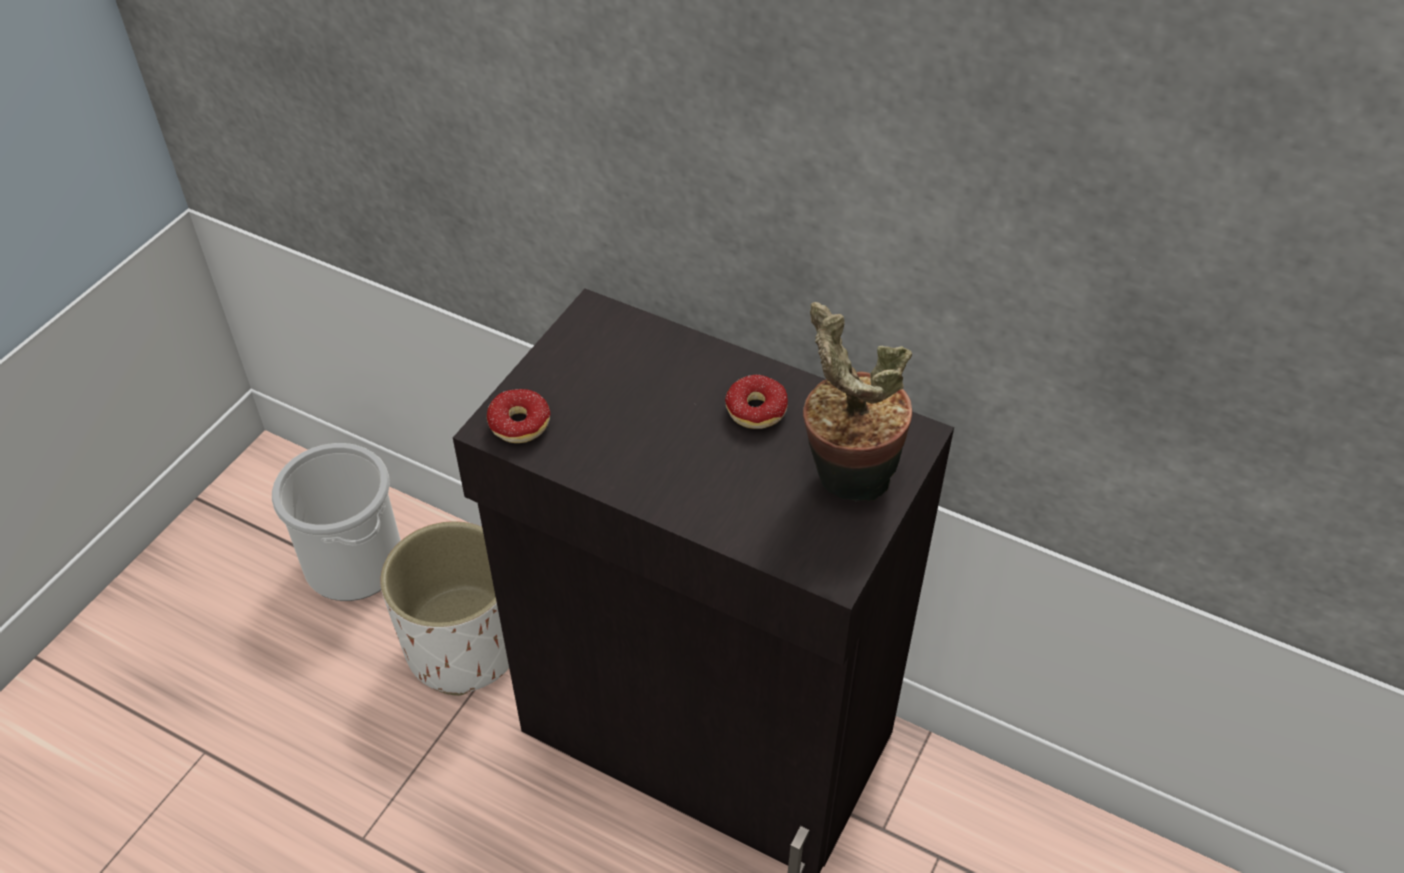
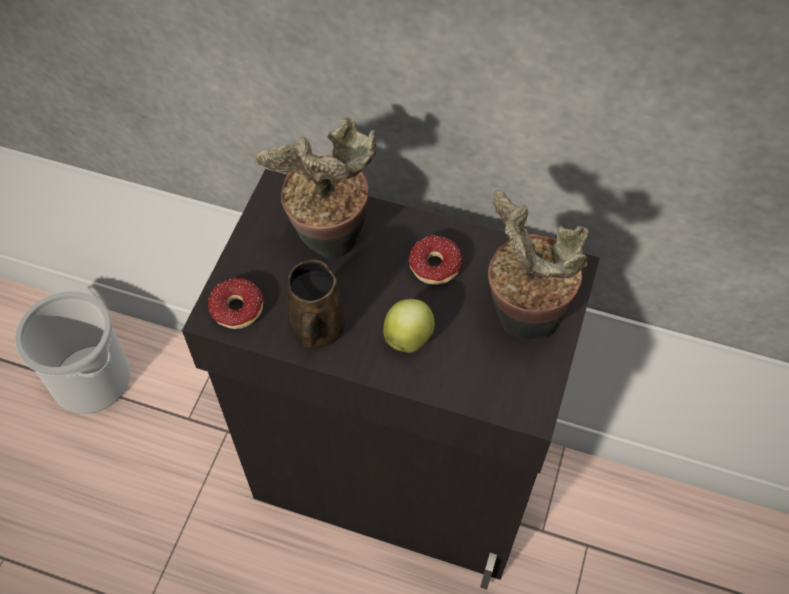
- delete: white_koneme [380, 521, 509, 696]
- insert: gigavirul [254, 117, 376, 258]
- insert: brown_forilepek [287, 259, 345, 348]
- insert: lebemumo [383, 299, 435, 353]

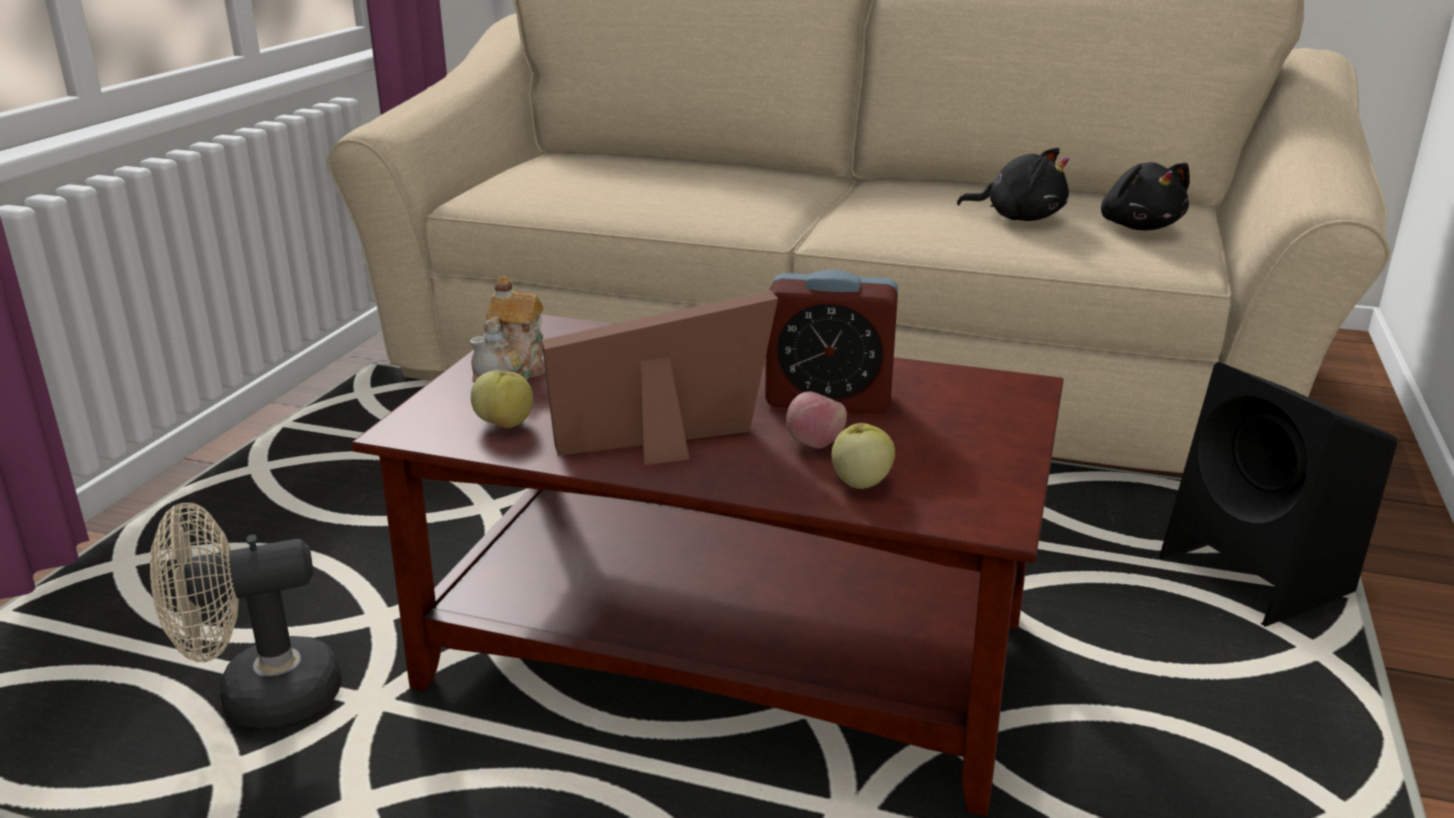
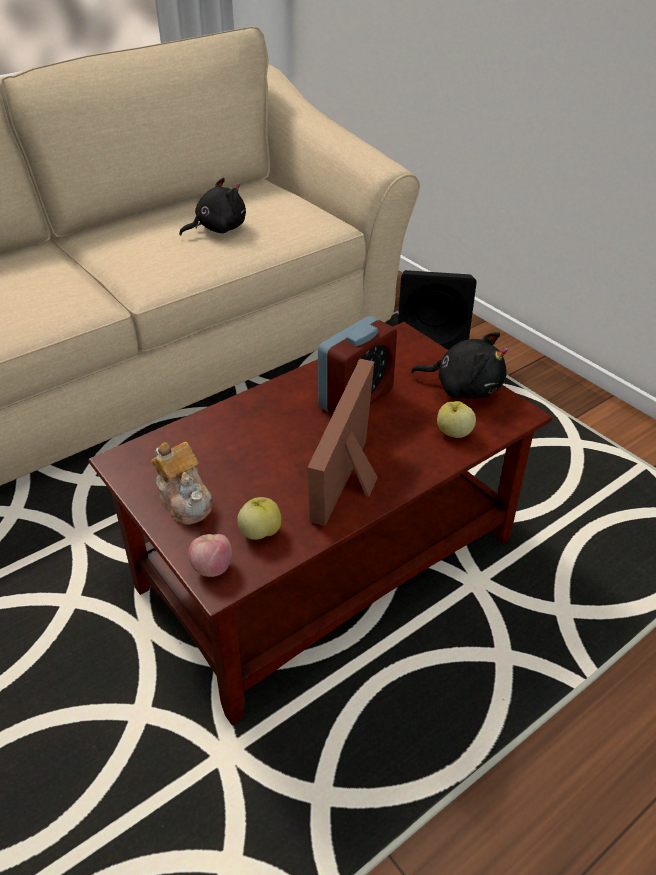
- move: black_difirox [1101, 162, 1190, 230] to [411, 332, 508, 399]
- move: lebemumo [786, 391, 847, 449] to [188, 534, 232, 577]
- delete: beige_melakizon [150, 503, 341, 728]

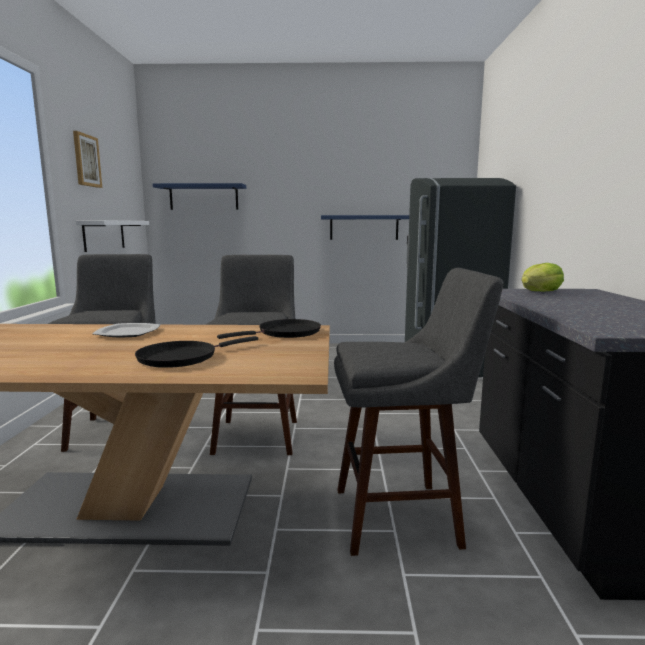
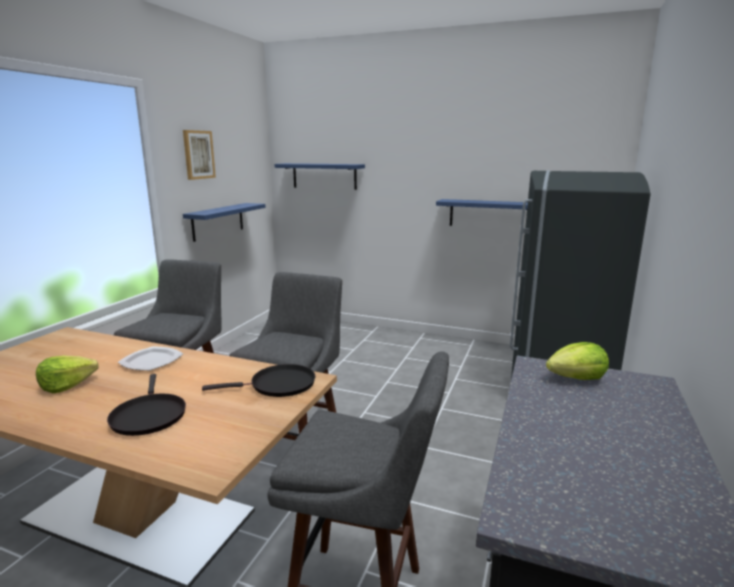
- recolor: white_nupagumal [75, 220, 149, 252] to blue_nupagumal [183, 203, 266, 242]
- rotate: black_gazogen [135, 336, 258, 368] = [107, 374, 186, 436] 90 degrees counterclockwise
- insert: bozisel [36, 356, 99, 393]

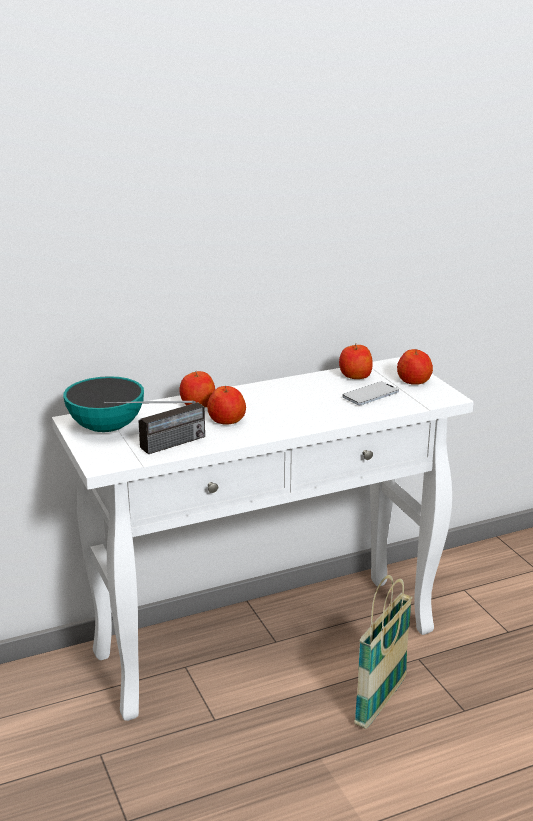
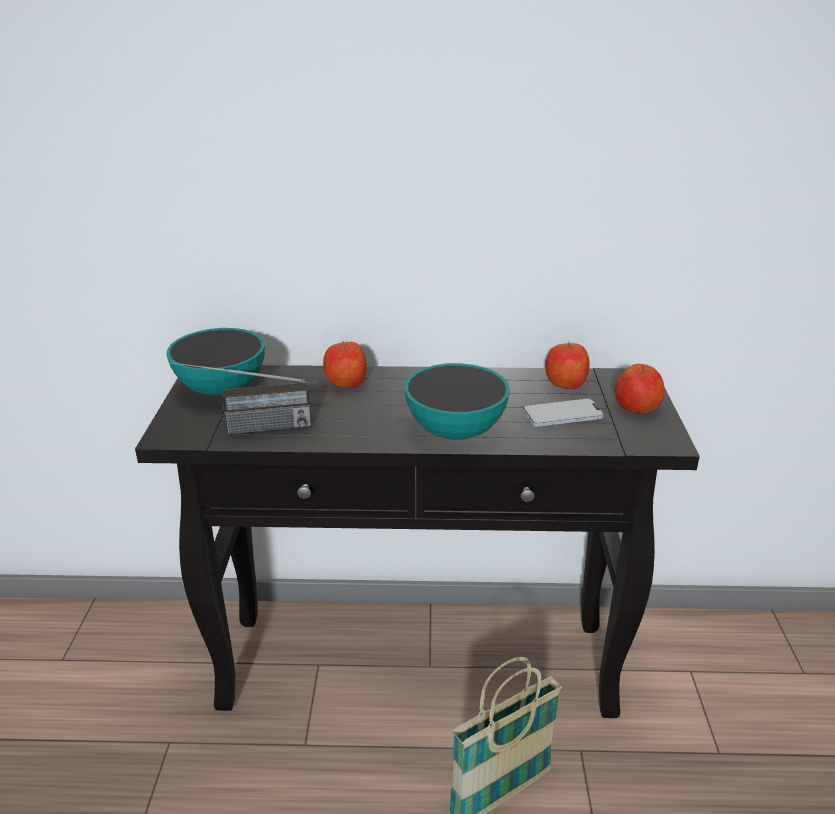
- recolor: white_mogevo [52, 357, 474, 721] to black_mogevo [135, 365, 700, 718]
- delete: lebemumo [207, 386, 246, 425]
- insert: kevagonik [405, 363, 510, 440]

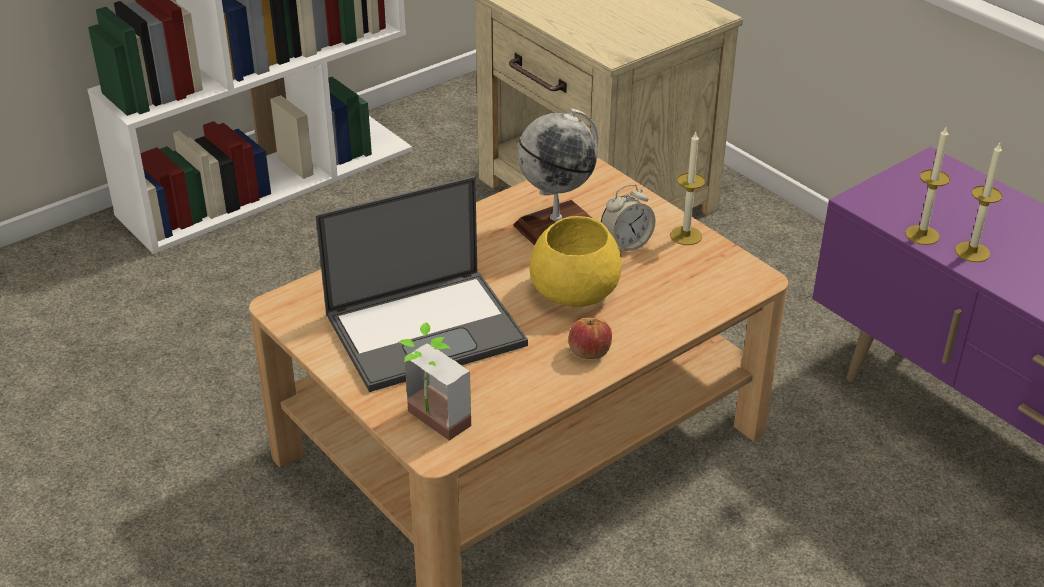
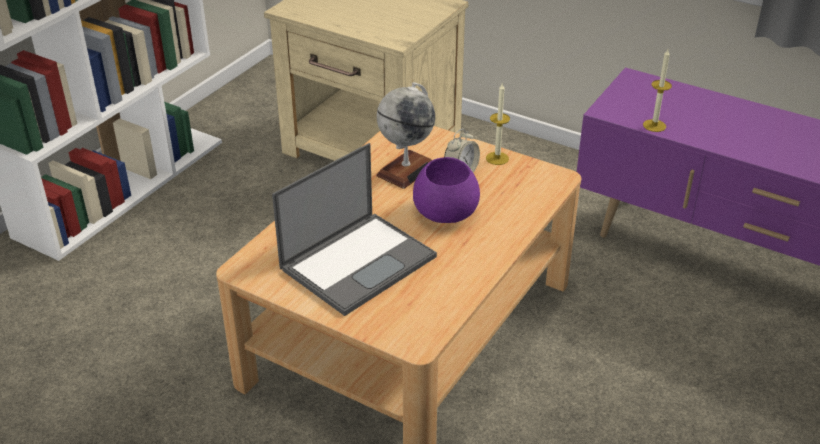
- delete: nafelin [955, 143, 1003, 262]
- recolor: yellow_kevagonik [530, 216, 622, 307] to purple_kevagonik [413, 157, 480, 223]
- delete: lebemumo [568, 318, 612, 359]
- delete: gigavirul [398, 323, 471, 441]

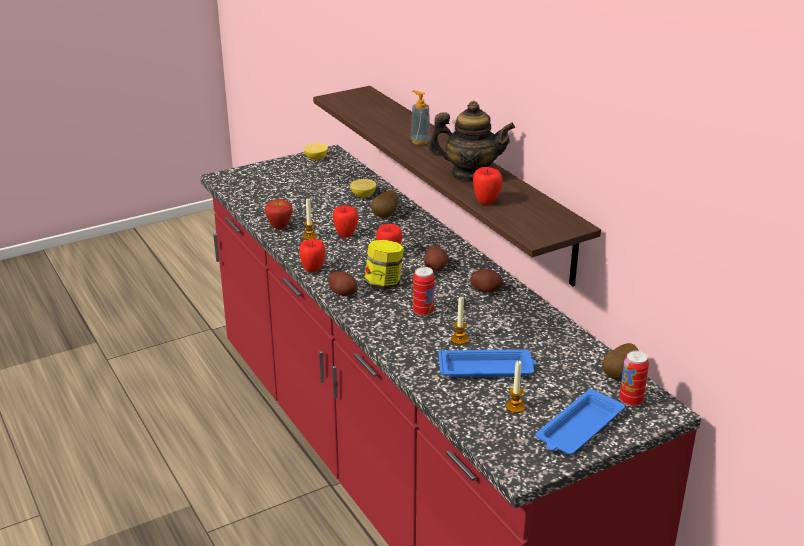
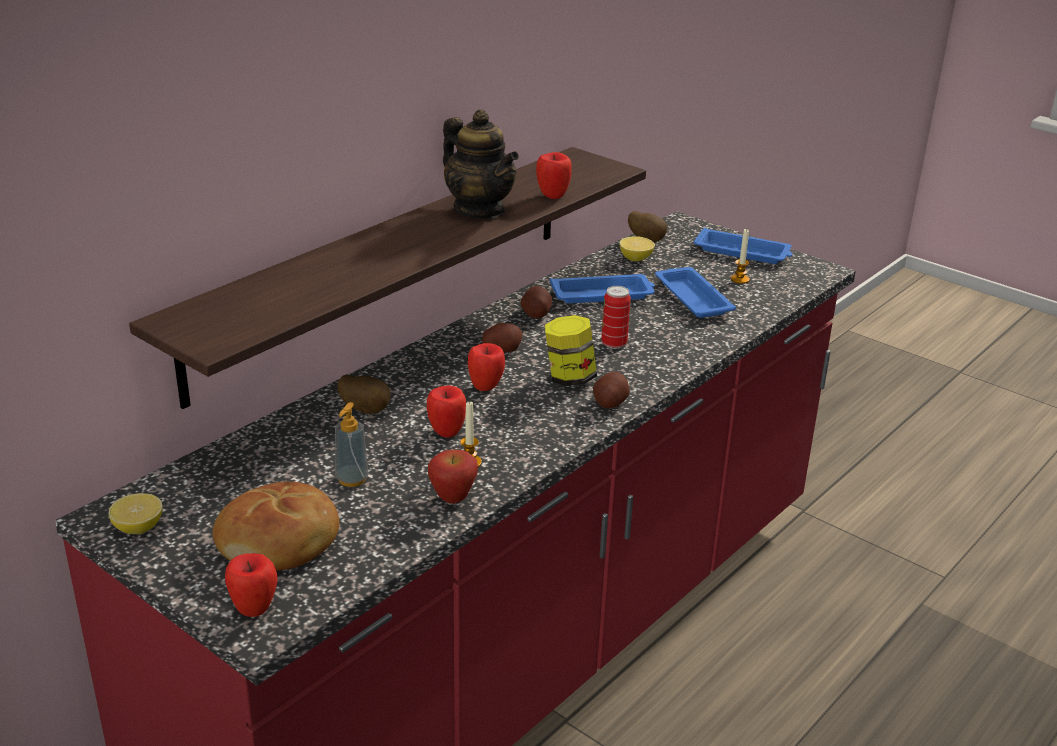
- move: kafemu [411, 90, 430, 145] to [335, 402, 369, 487]
- rotate: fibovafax [428, 101, 515, 180] = [443, 110, 519, 219] 150 degrees clockwise
- move: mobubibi [350, 179, 376, 197] to [620, 236, 655, 261]
- move: lebemumo [299, 239, 325, 272] to [225, 553, 278, 617]
- delete: nafelin [451, 297, 468, 345]
- delete: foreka [619, 350, 649, 406]
- insert: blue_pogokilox [550, 274, 655, 303]
- insert: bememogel [212, 482, 339, 571]

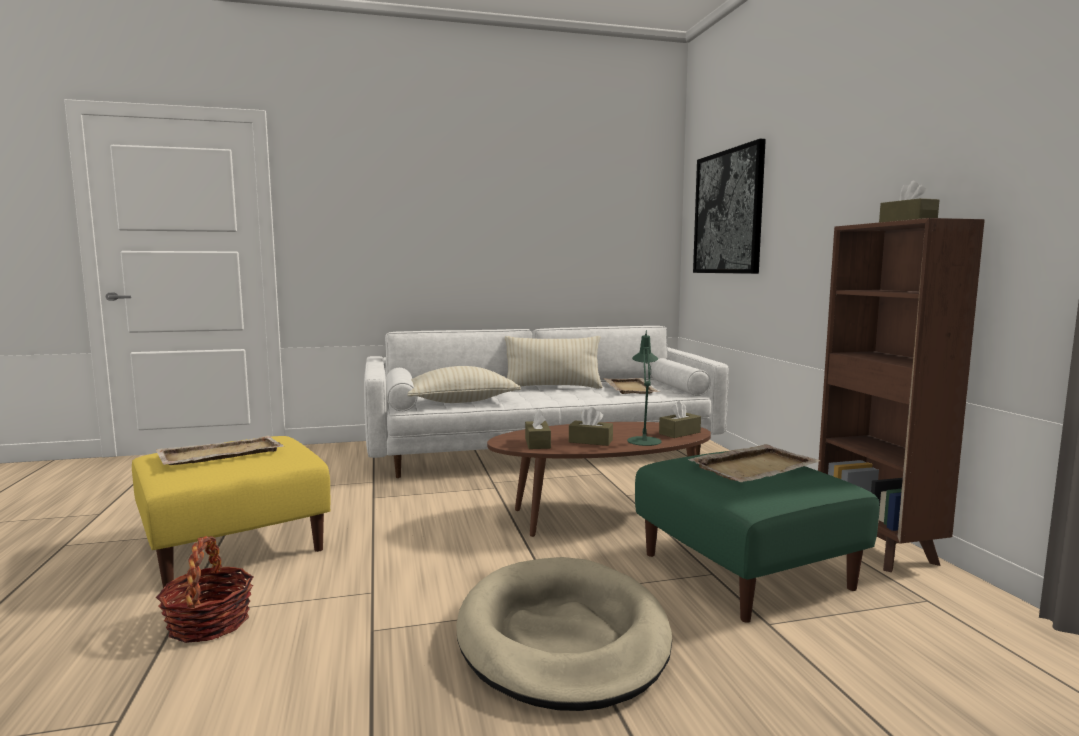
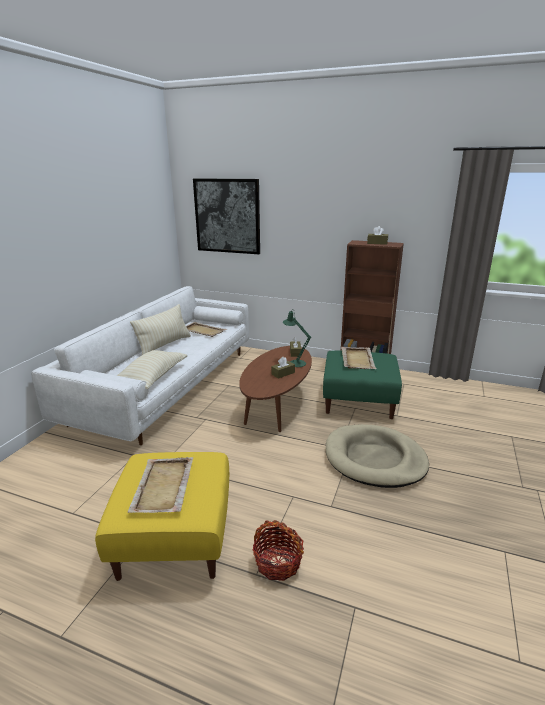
- delete: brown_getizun [525, 409, 551, 449]

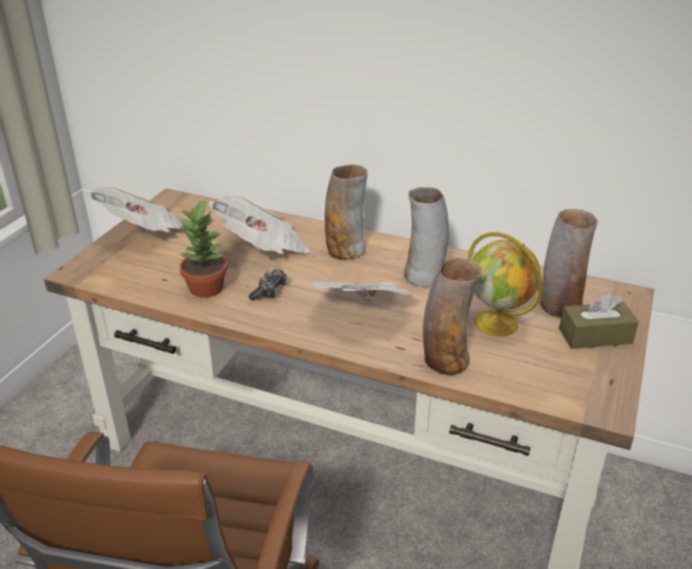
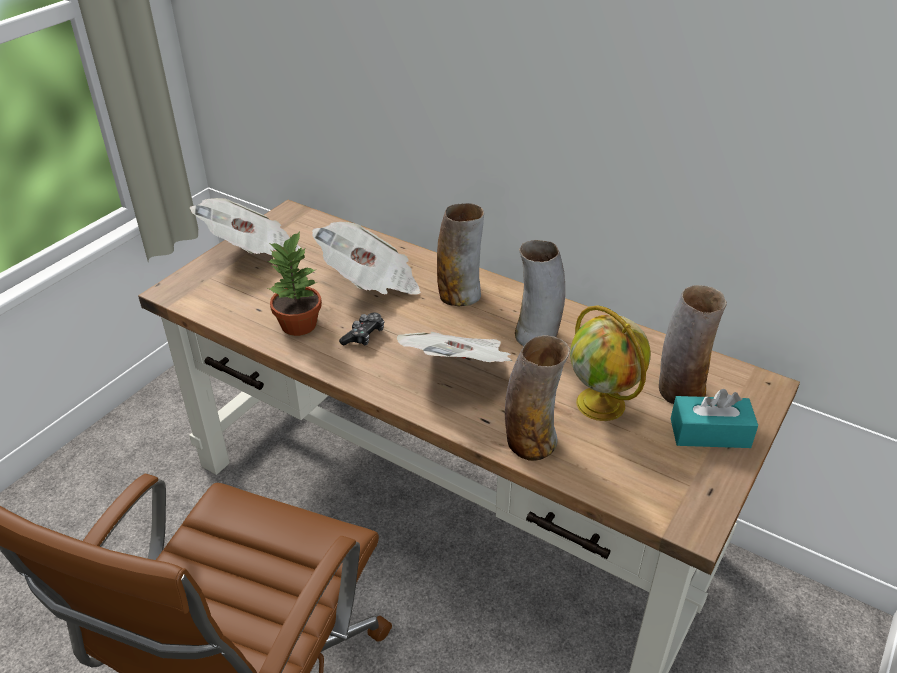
- recolor: brown_getizun [559, 292, 639, 349] to turquoise_getizun [671, 389, 758, 448]

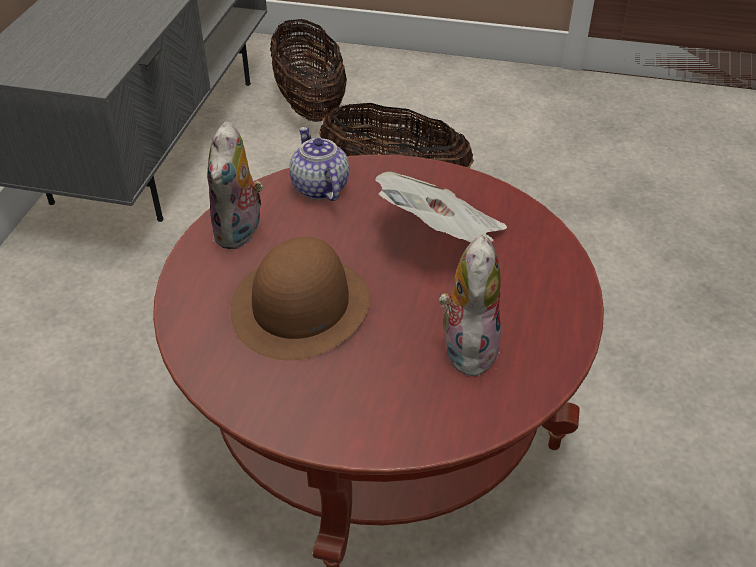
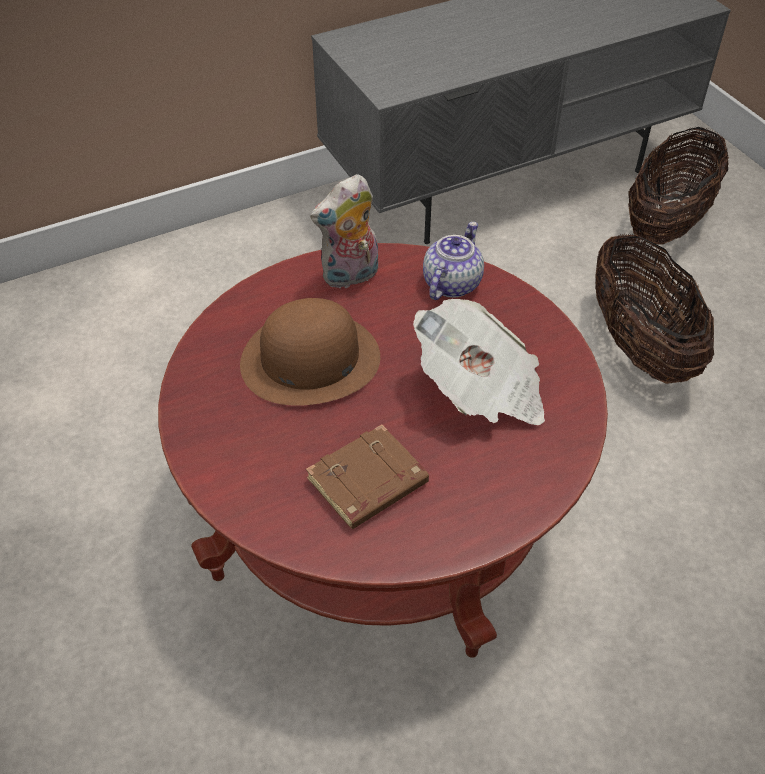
- replace: difirox [439, 234, 501, 380] to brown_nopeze [306, 425, 429, 529]

